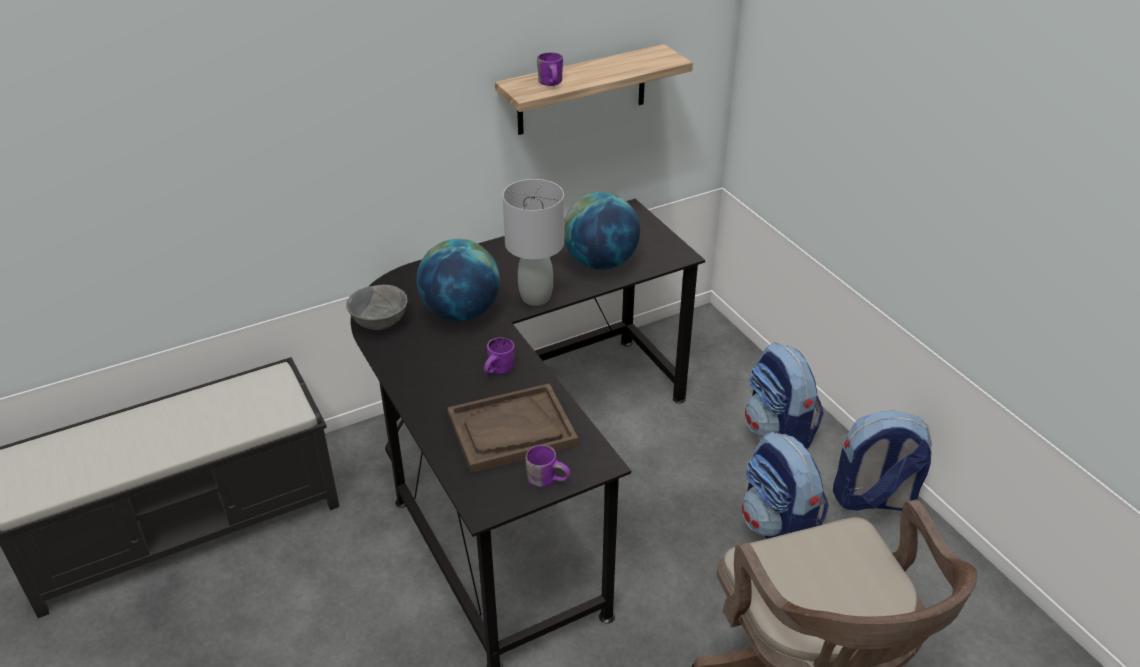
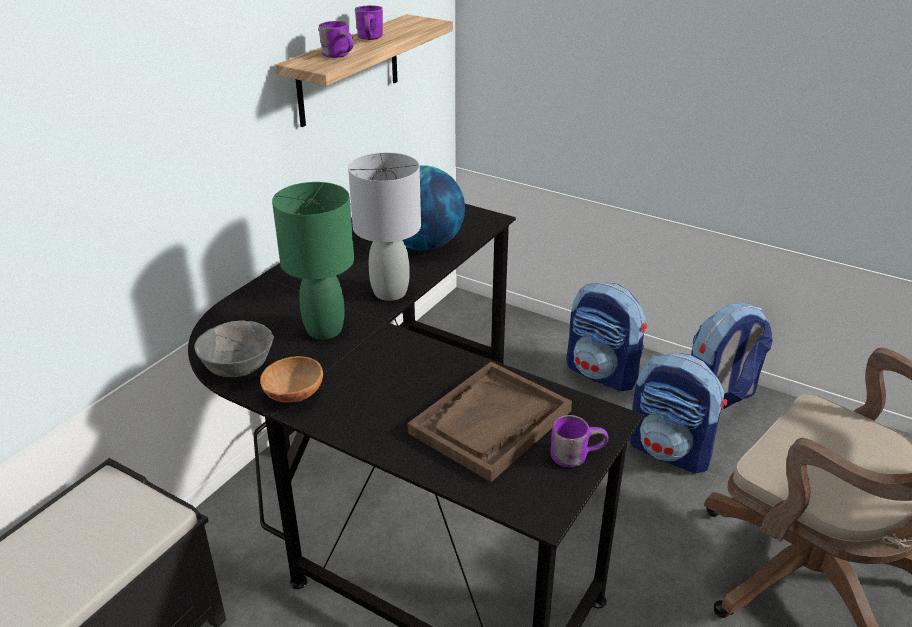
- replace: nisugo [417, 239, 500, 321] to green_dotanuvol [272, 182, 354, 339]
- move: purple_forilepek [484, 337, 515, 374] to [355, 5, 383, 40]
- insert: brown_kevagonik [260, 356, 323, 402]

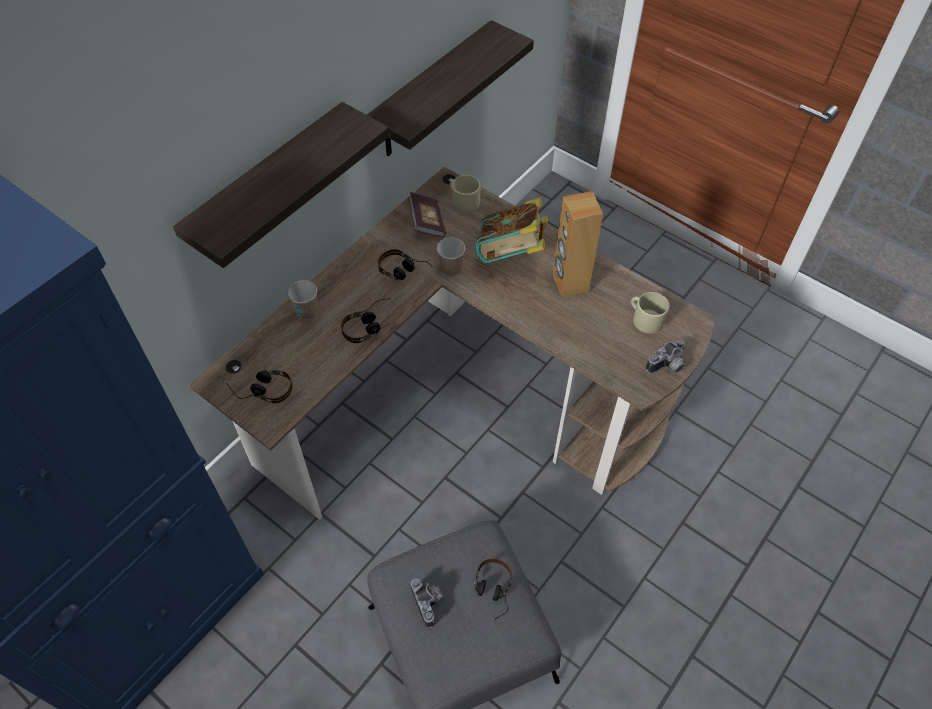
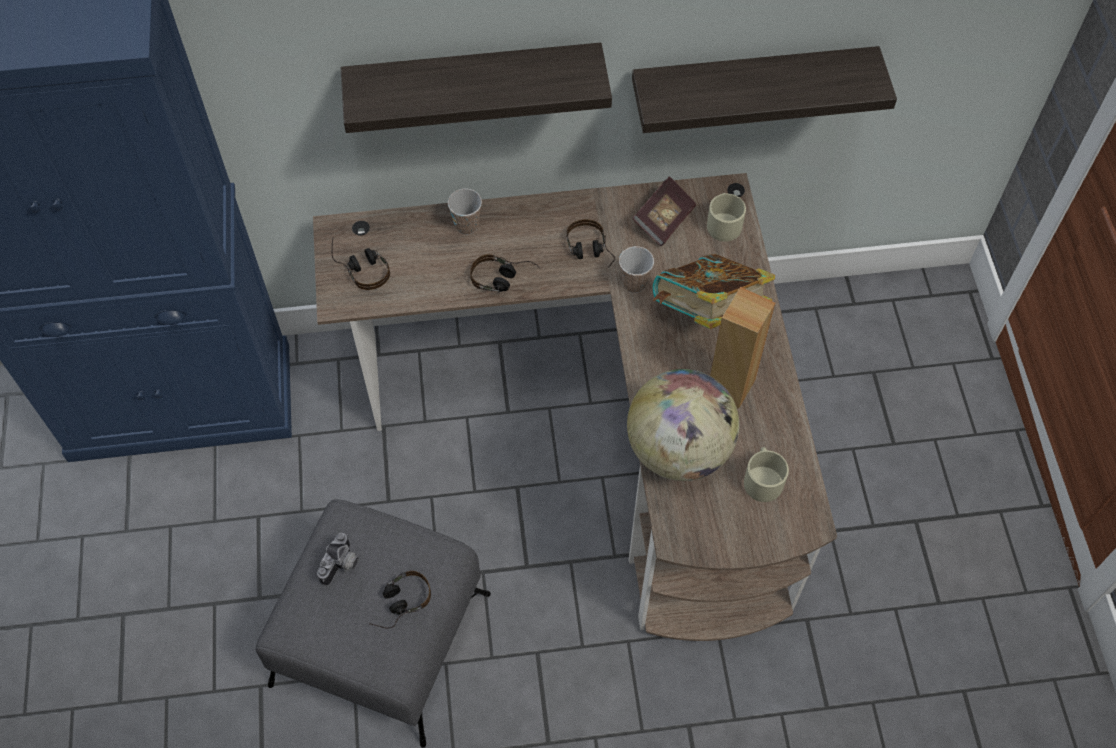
- delete: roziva [646, 340, 686, 374]
- insert: nisugo [627, 369, 739, 481]

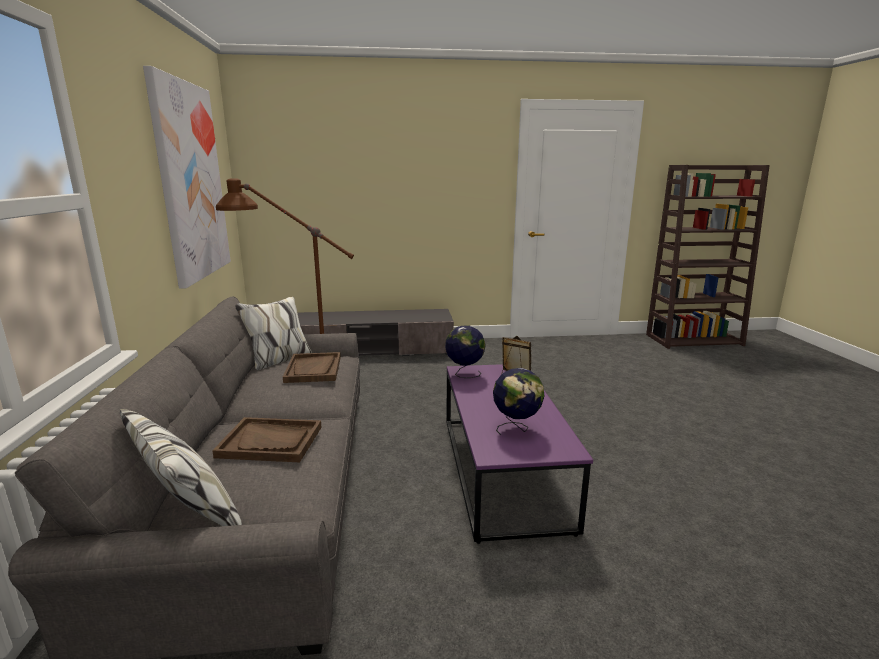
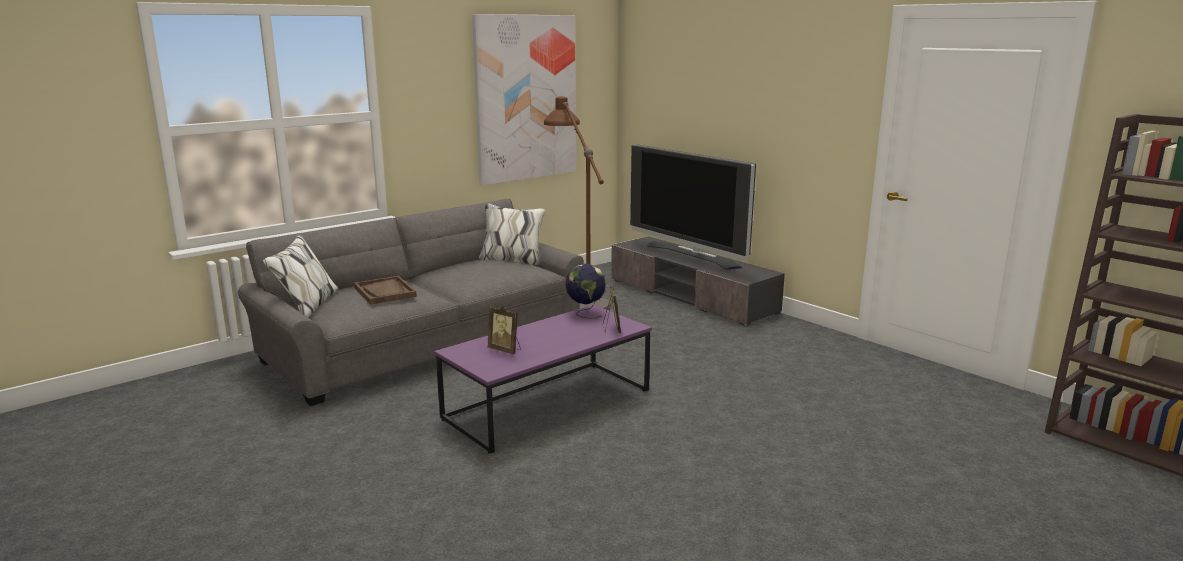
- delete: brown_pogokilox [283, 352, 341, 383]
- replace: nisugo [493, 368, 544, 435] to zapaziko [487, 306, 521, 354]
- insert: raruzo [630, 145, 756, 270]

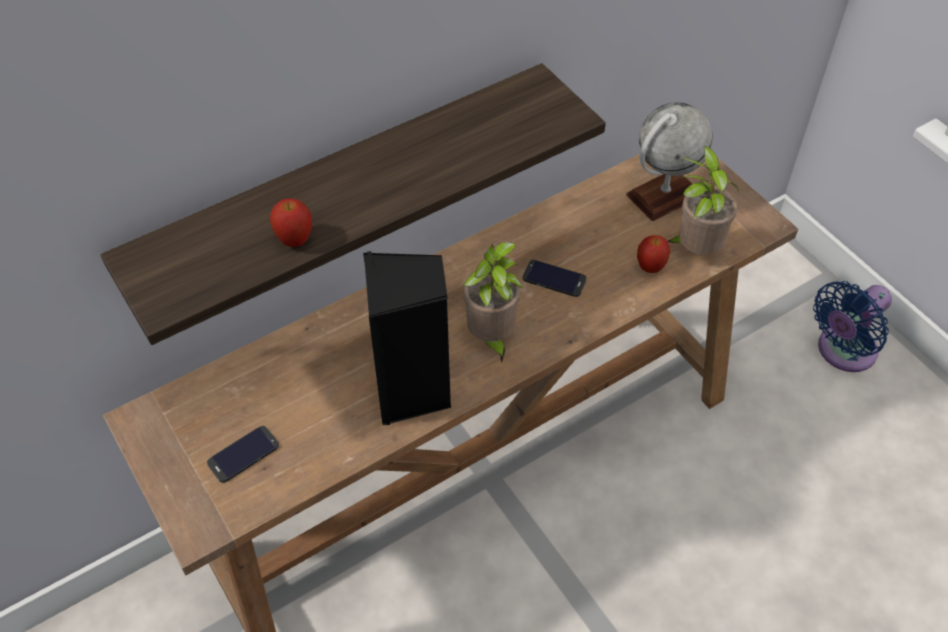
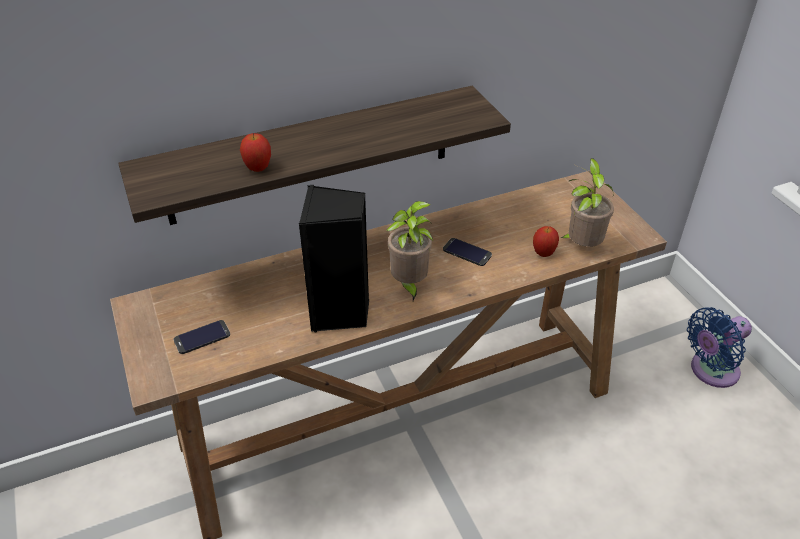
- delete: nisugo [626, 102, 713, 221]

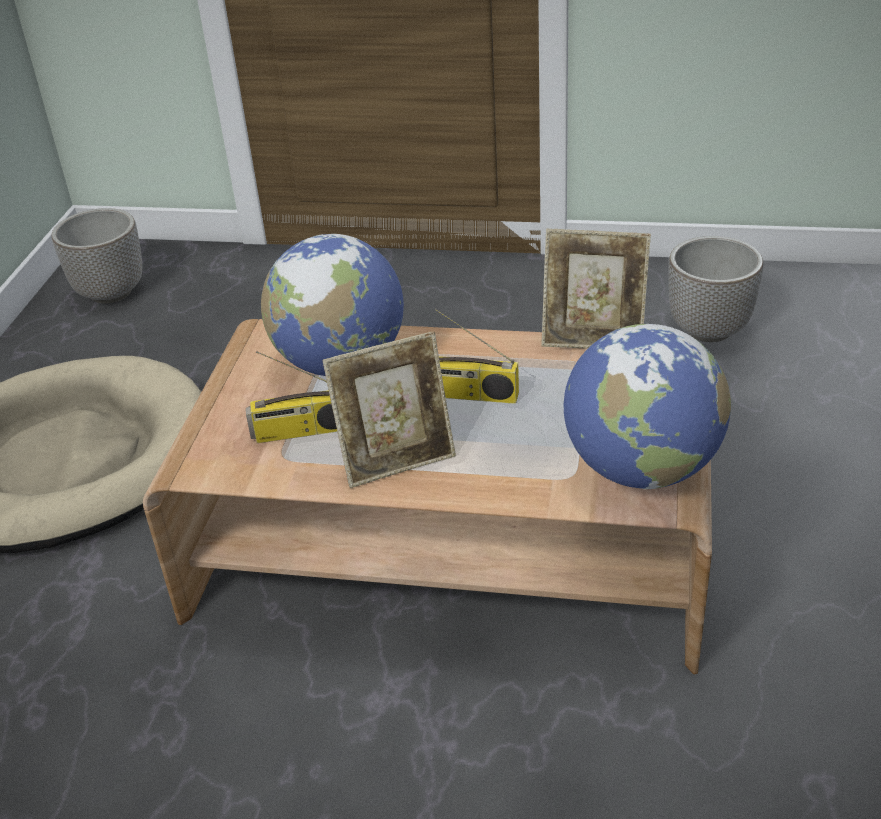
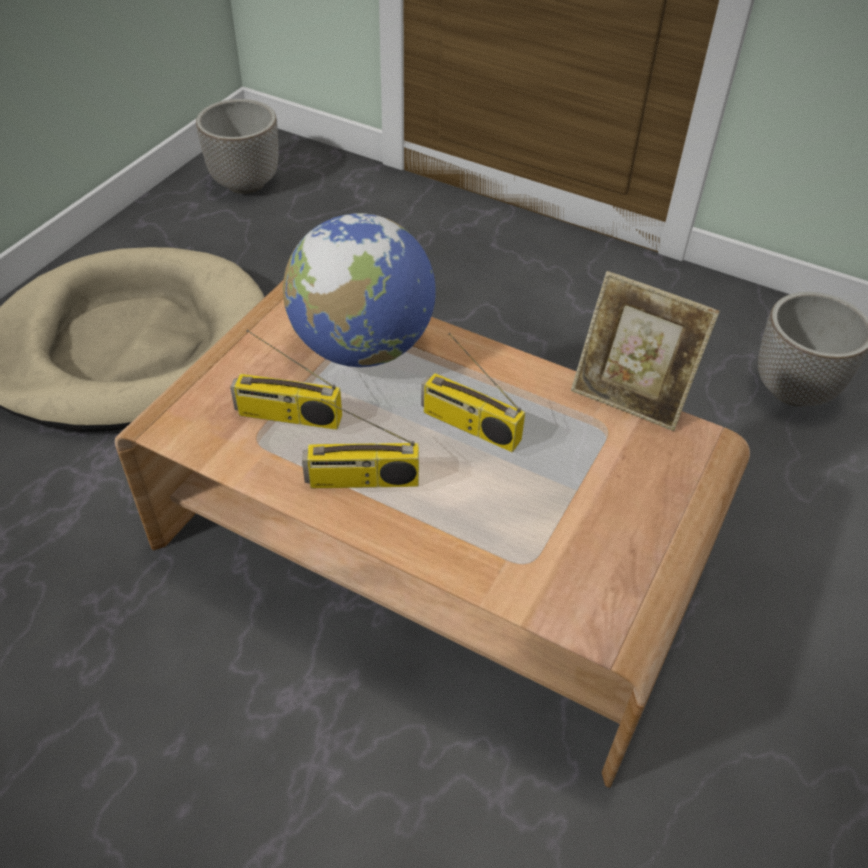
- delete: nisugo [563, 324, 731, 489]
- replace: zapaziko [322, 331, 456, 488] to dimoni [302, 399, 419, 488]

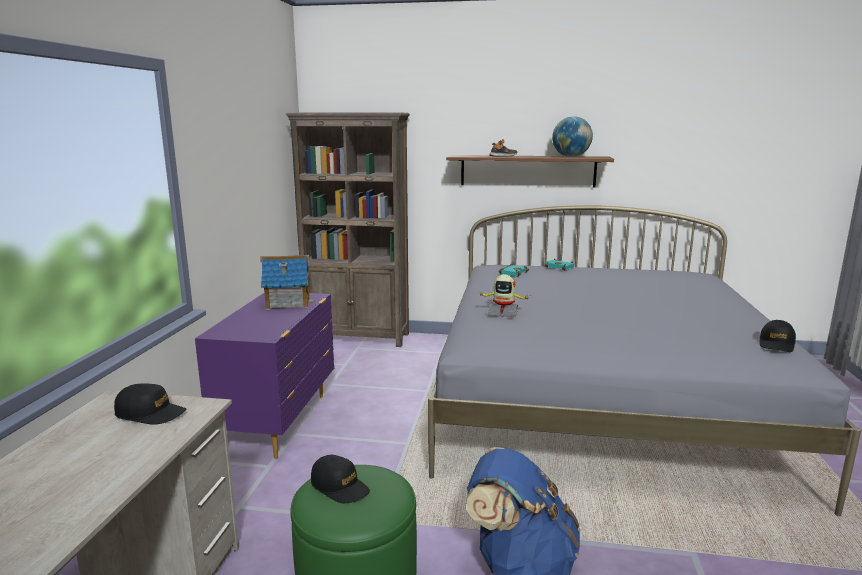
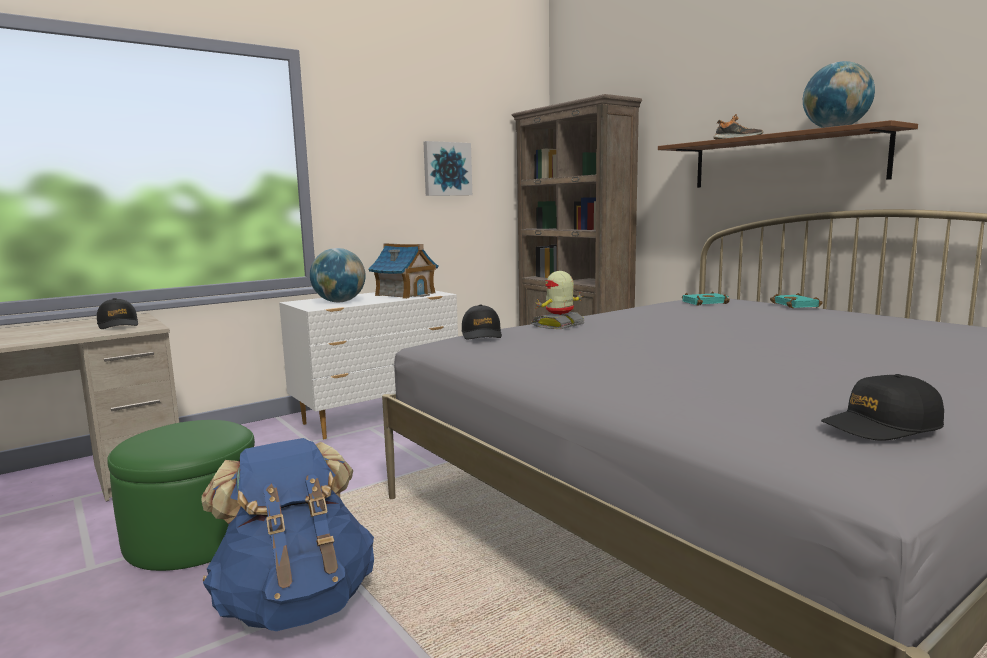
- rotate: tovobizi [478, 274, 530, 317] = [531, 271, 585, 329] 75 degrees clockwise
- recolor: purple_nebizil [195, 292, 334, 459] to white_nebizil [279, 291, 458, 439]
- move: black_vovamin [311, 455, 370, 503] to [462, 304, 502, 340]
- insert: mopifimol [423, 141, 472, 196]
- insert: nisugo [310, 248, 366, 302]

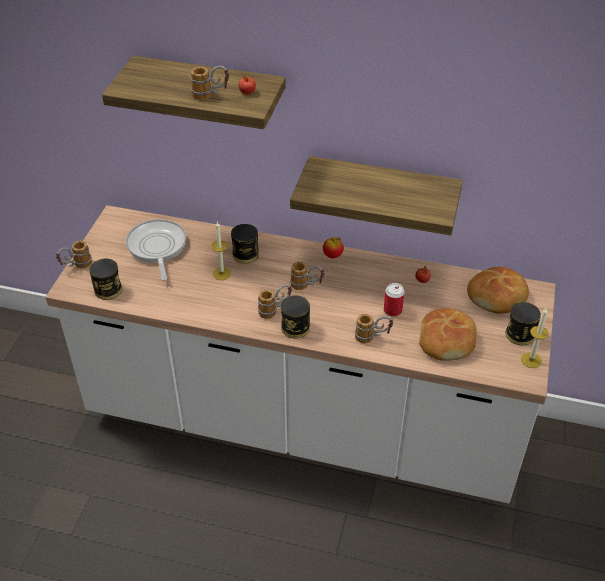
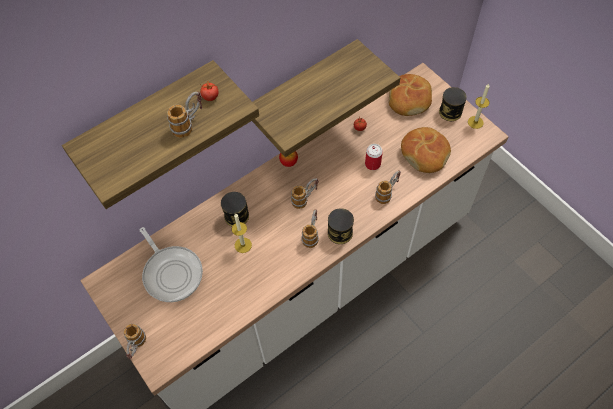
- rotate: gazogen [126, 219, 186, 281] = [140, 227, 203, 302] 150 degrees counterclockwise
- delete: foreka [89, 259, 122, 300]

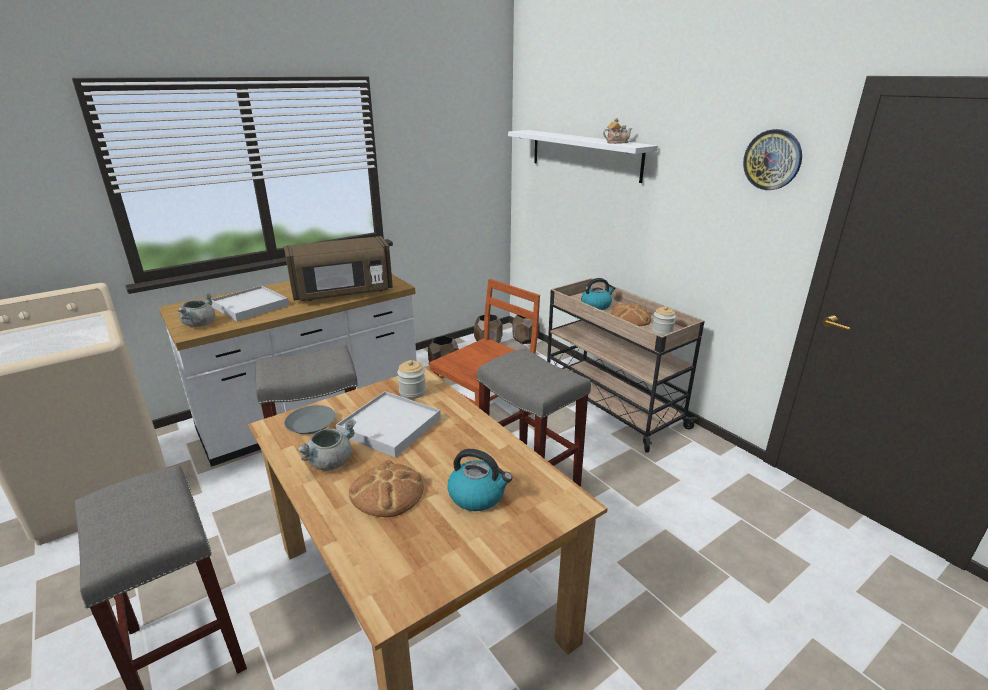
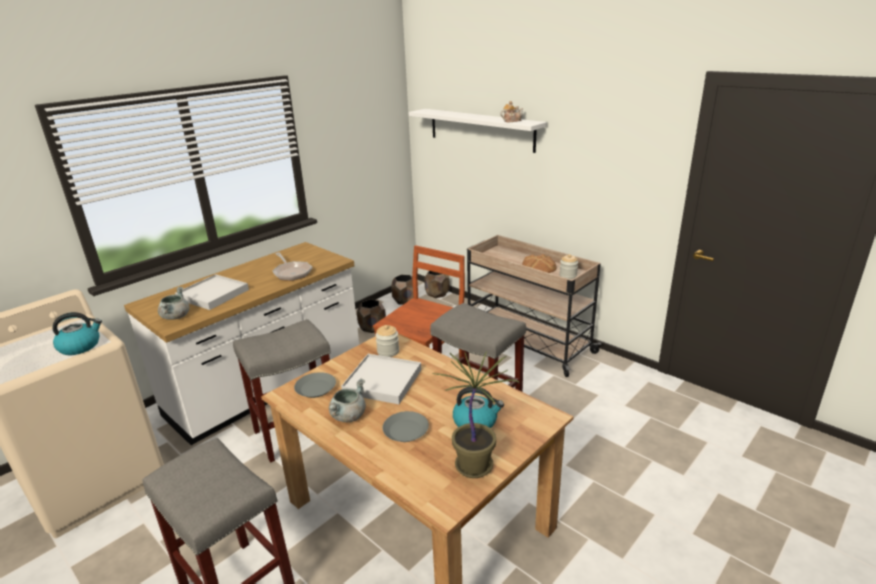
- delete: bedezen [743, 129, 802, 190]
- replace: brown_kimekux [284, 236, 393, 301] to gazogen [273, 252, 312, 281]
- move: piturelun [581, 278, 616, 310] to [52, 312, 102, 355]
- replace: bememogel [349, 460, 424, 517] to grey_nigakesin [383, 411, 429, 442]
- insert: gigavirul [433, 351, 520, 478]

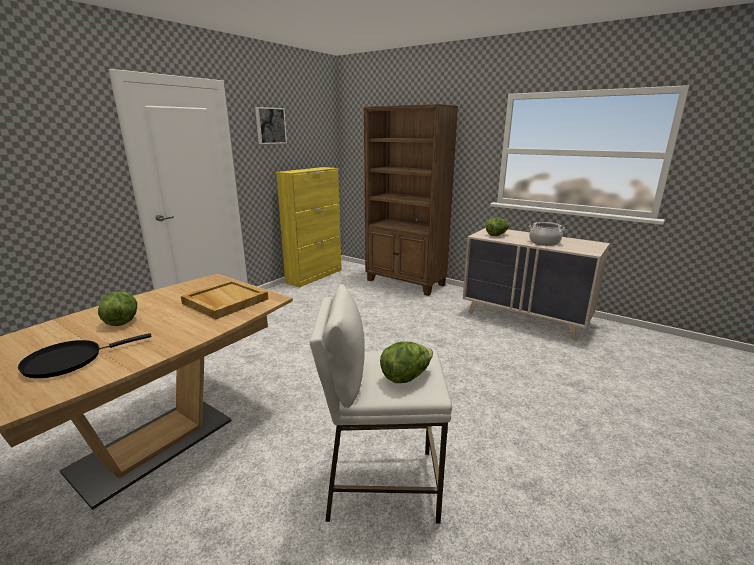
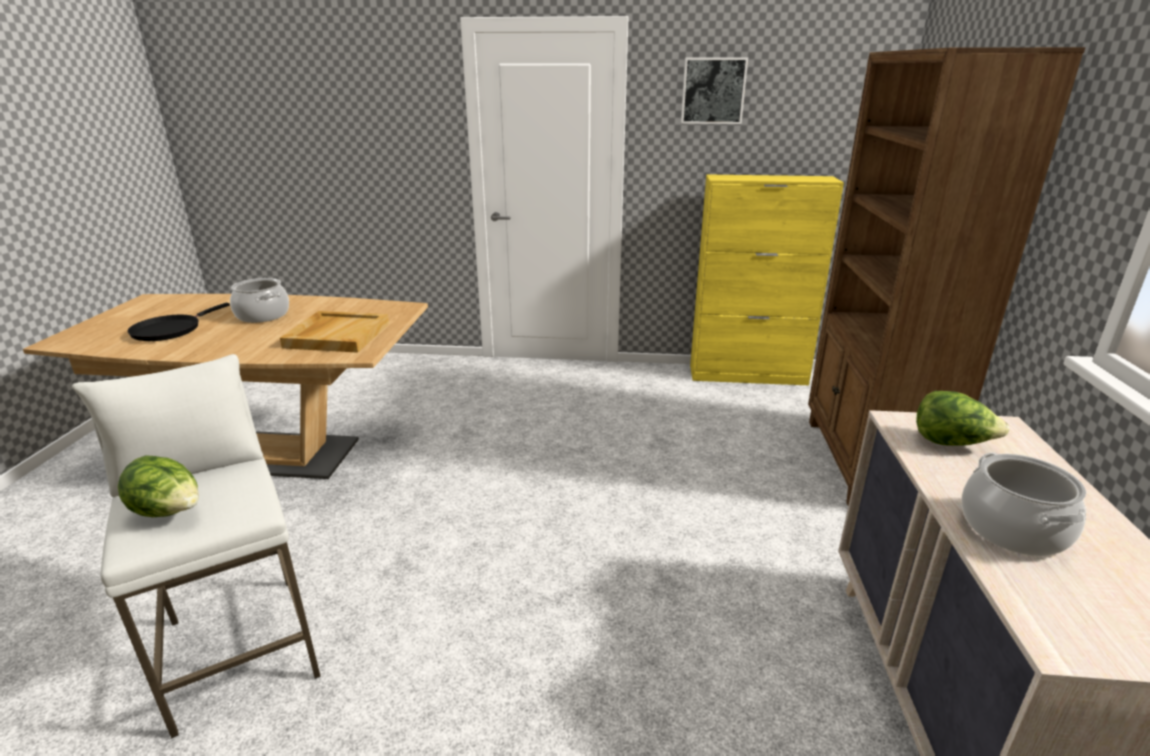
- replace: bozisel [98, 292, 137, 326] to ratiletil [230, 278, 289, 323]
- rotate: black_gazogen [18, 333, 152, 378] = [128, 303, 230, 341] 90 degrees counterclockwise

